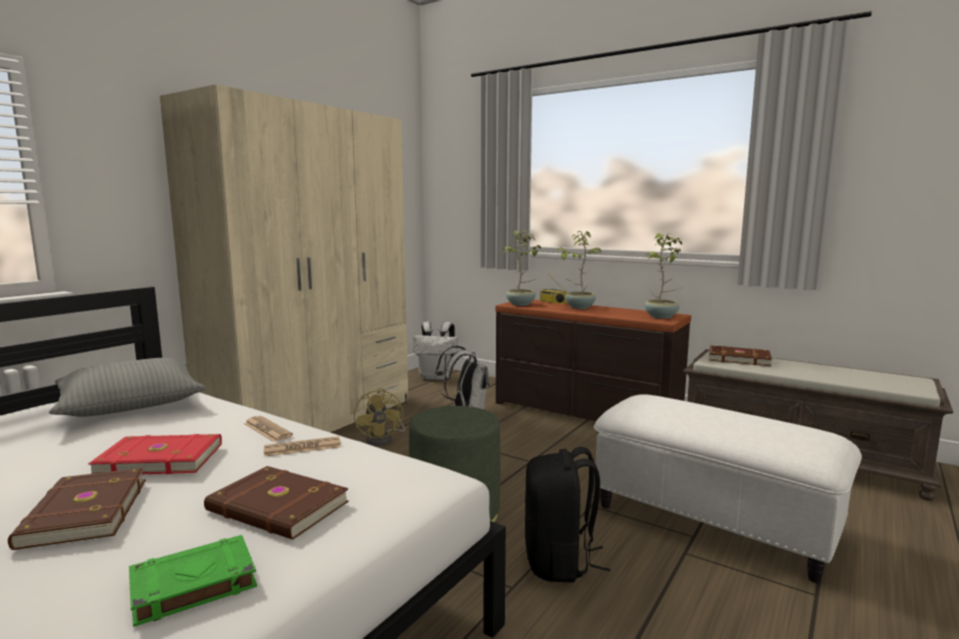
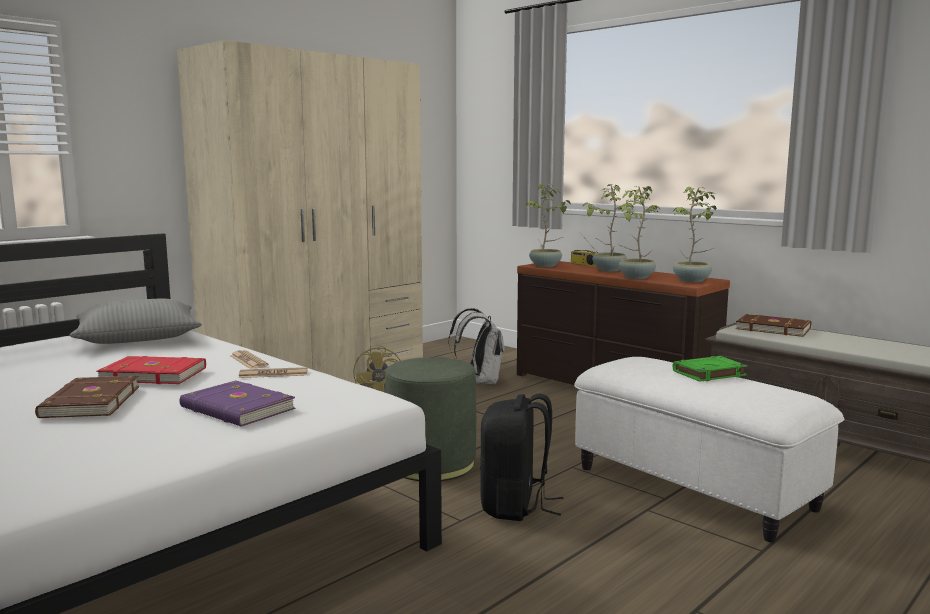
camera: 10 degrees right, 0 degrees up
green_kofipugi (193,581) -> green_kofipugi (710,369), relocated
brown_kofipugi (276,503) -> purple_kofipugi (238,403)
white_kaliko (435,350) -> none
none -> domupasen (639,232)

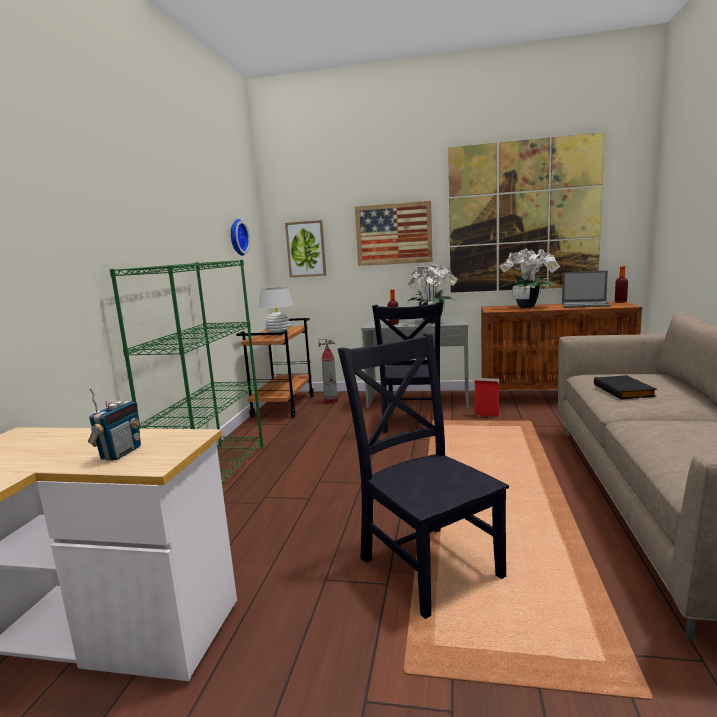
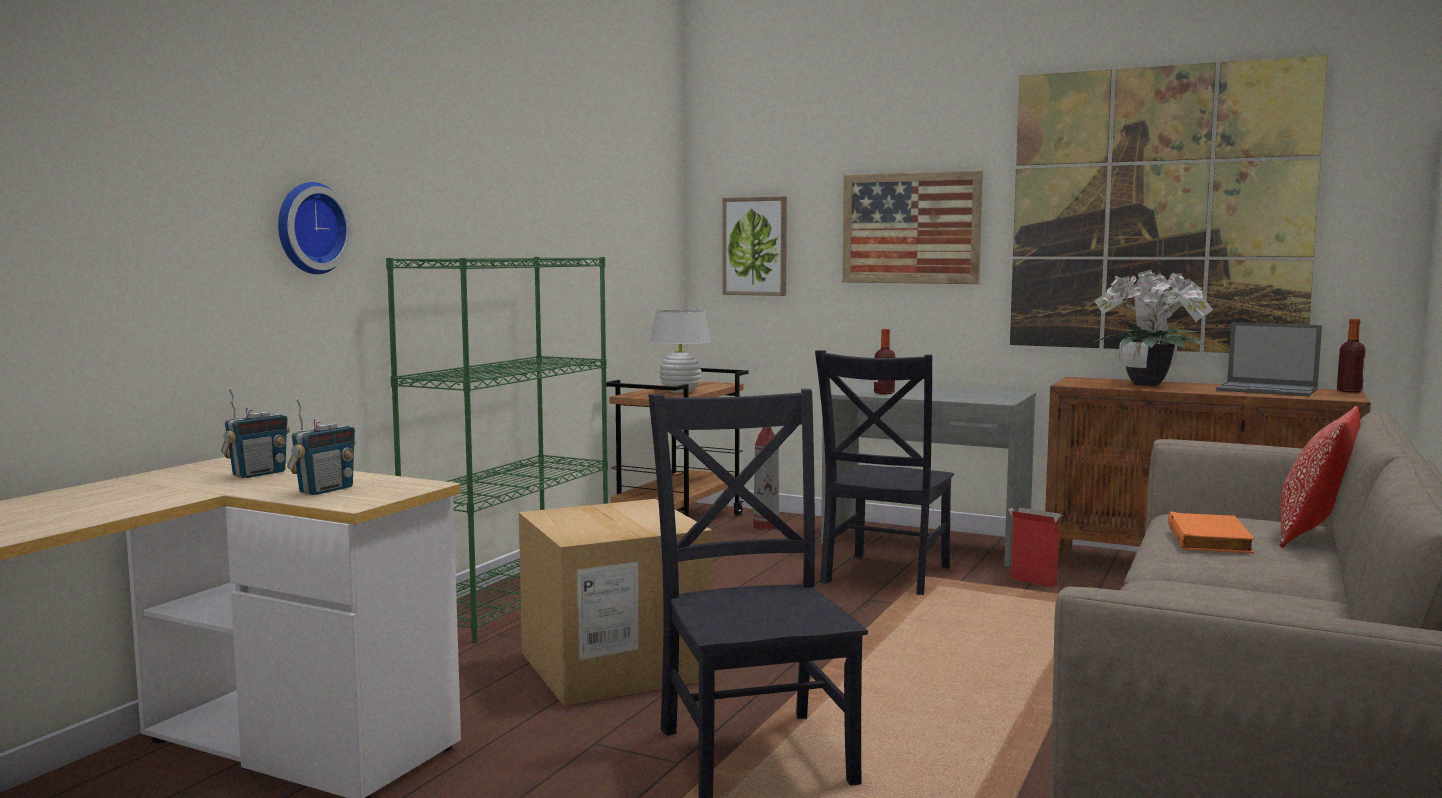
camera: 15 degrees right, 5 degrees down
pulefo (240,237) -> pulefo (315,228), relocated
domupasen (432,293) -> none
black_kofipugi (625,387) -> orange_kofipugi (1211,532)
none -> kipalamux (255,433)
none -> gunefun (615,602)
none -> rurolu (1319,477)

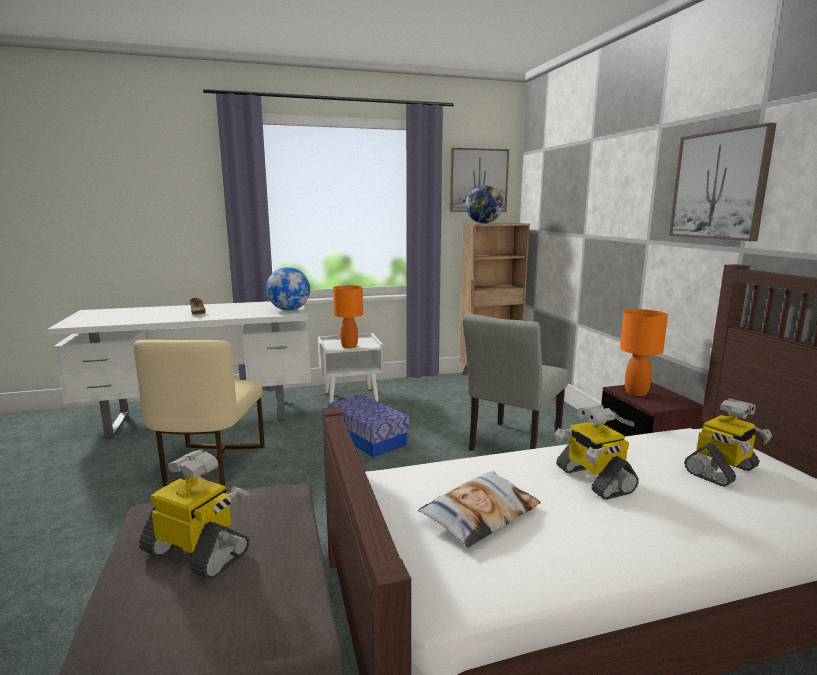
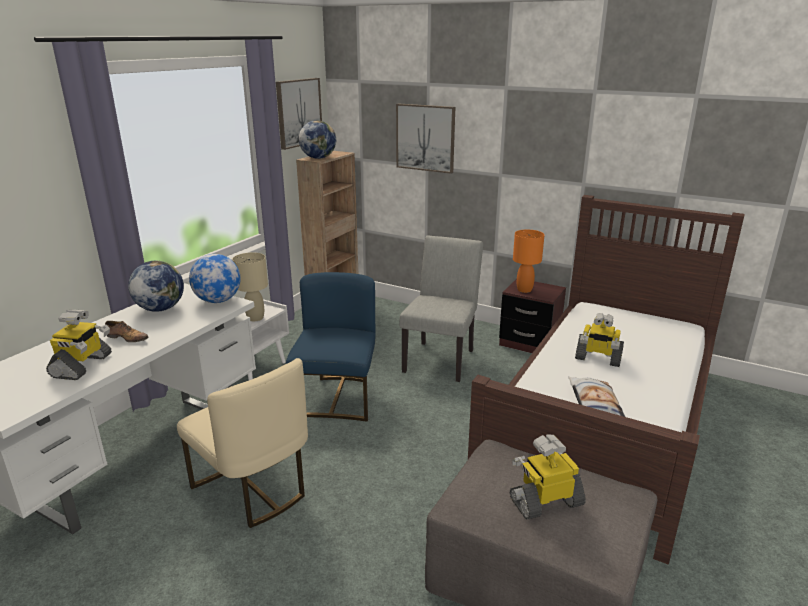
camera: 45 degrees left, 10 degrees up
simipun (368,426) -> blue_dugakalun (331,347)
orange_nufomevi (348,316) -> beige_nufomevi (250,286)
grey_dugakalun (515,382) -> grey_dugakalun (441,309), 150 degrees counterclockwise
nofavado (723,182) -> nofavado (425,138), relocated
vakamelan (728,442) -> vakamelan (79,345), relocated
none -> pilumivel (156,286)

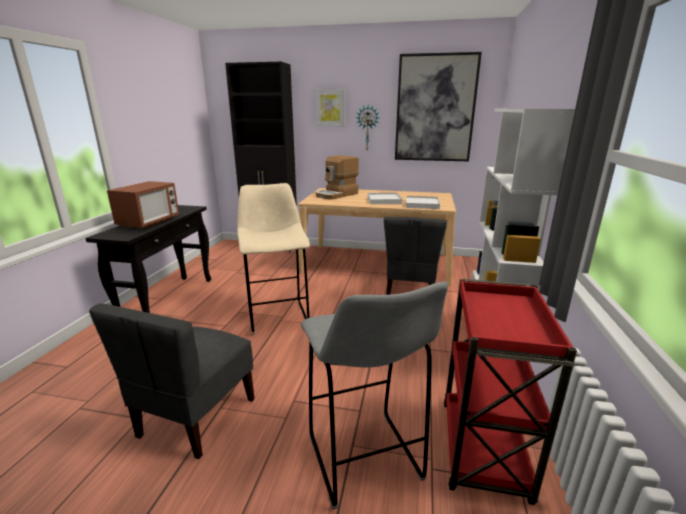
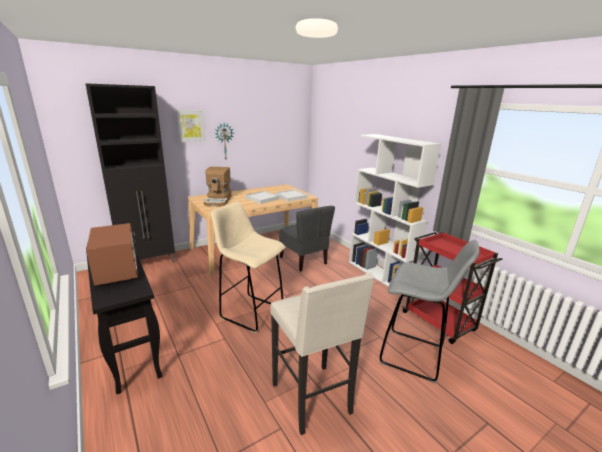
camera: 45 degrees left, 0 degrees up
grey_dugakalun (172,381) -> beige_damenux (322,354)
nofavado (438,106) -> none

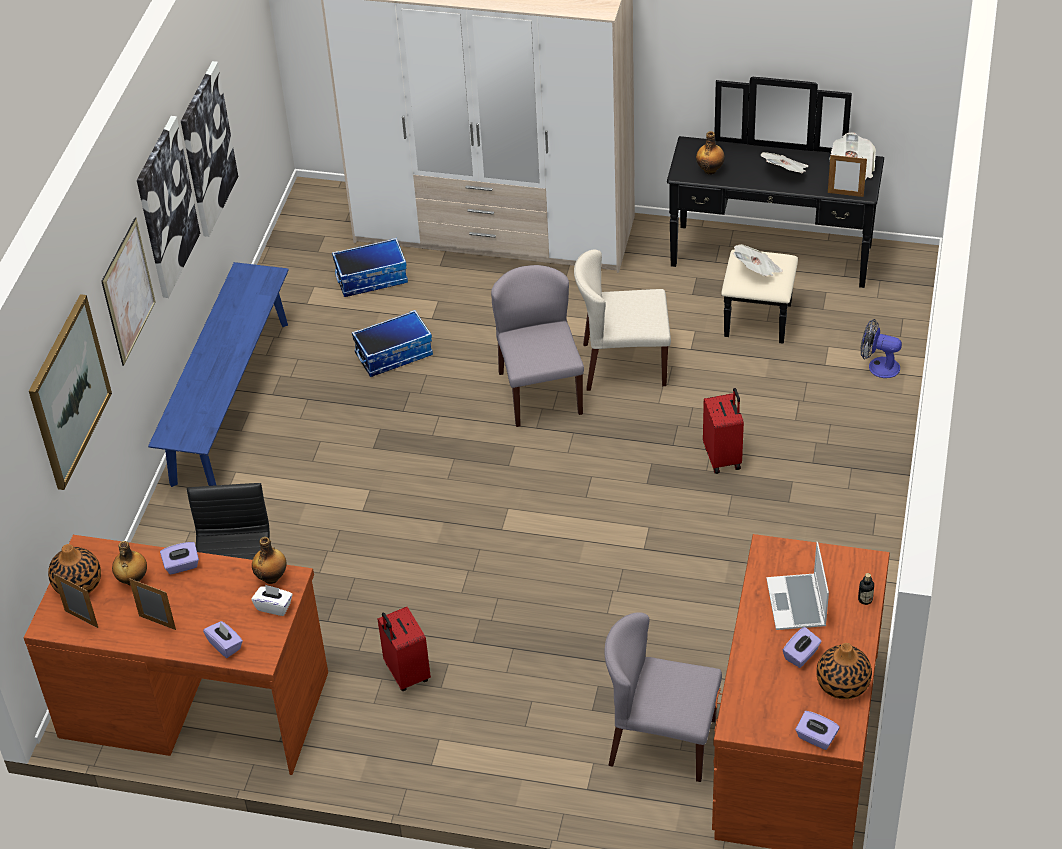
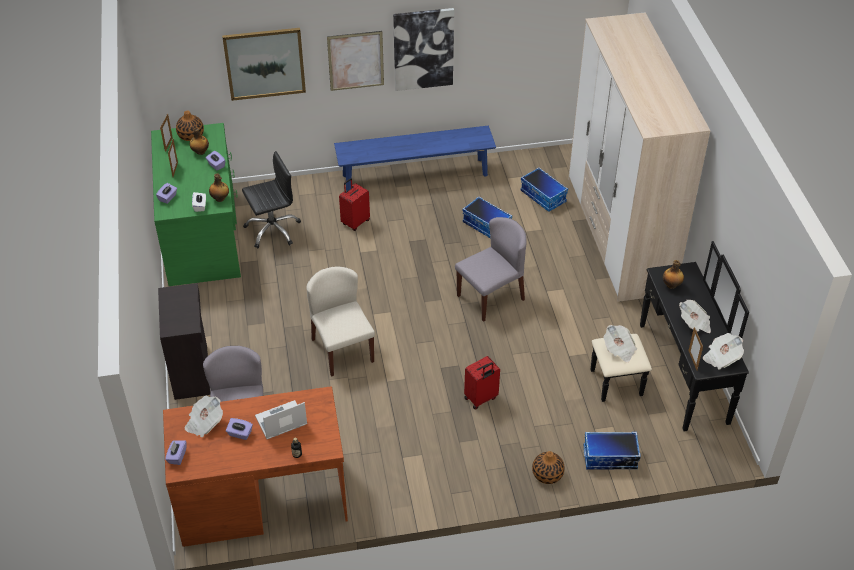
camera: 65 degrees right, 0 degrees up
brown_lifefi (176,655) -> green_lifefi (196,204)
nofavado (209,149) -> none
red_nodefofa (404,649) -> red_nodefofa (354,204), relocated
beige_dugakalun (622,320) -> beige_dugakalun (340,321), relocated
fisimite (844,671) -> fisimite (548,467), relocated
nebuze (881,348) -> simipun (612,450)
none -> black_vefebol (184,341)
none -> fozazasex (204,416)

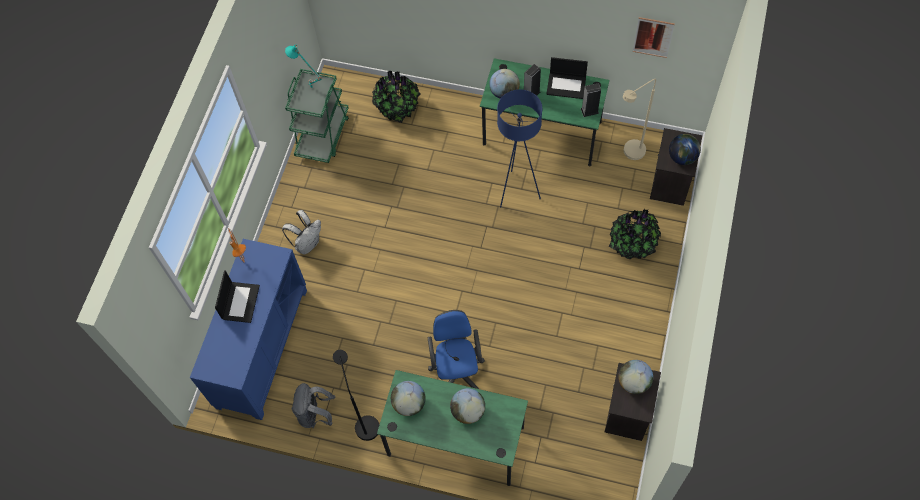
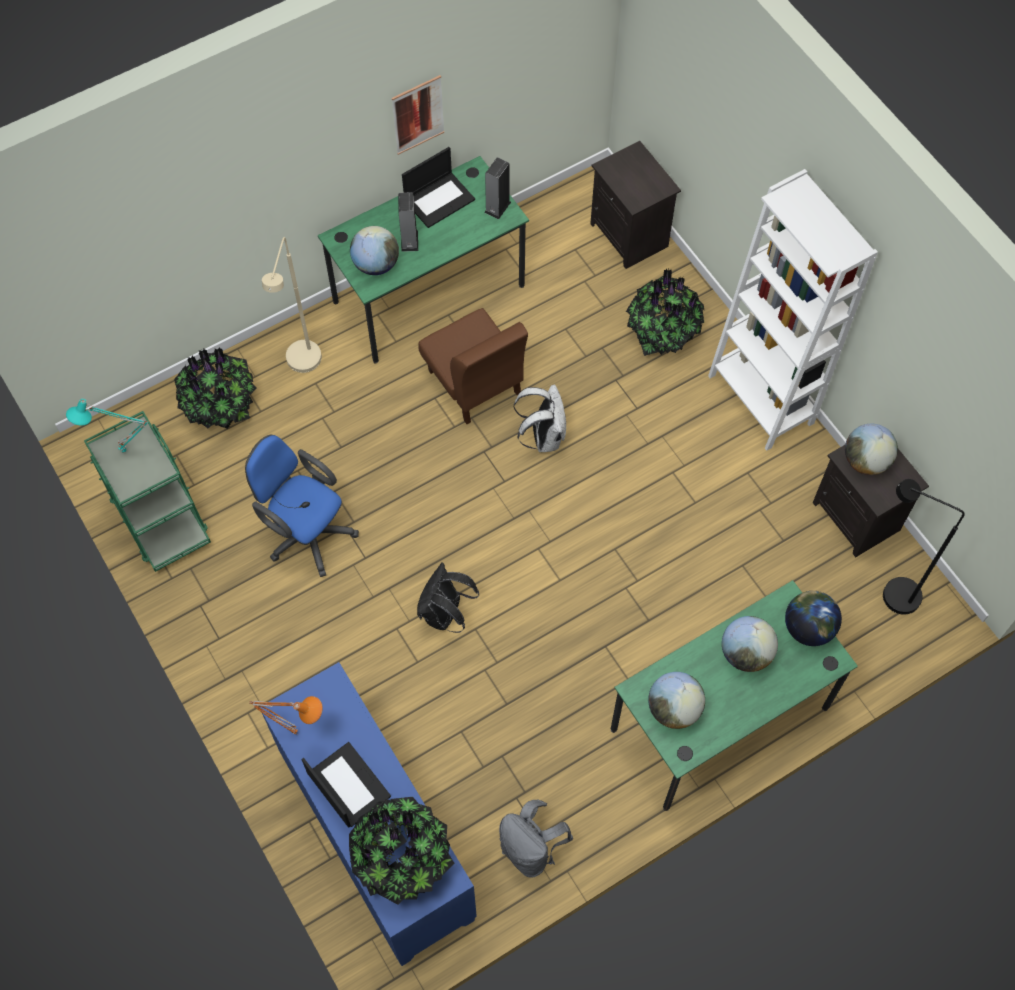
camera: 50 degrees left, 0 degrees up
white_kaliko (301,232) -> white_kaliko (539,418), relocated
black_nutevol (356,395) -> black_nutevol (924,547), relocated
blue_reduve (456,349) -> blue_reduve (302,506), relocated
blue_nutevol (519,148) -> brown_dugakalun (473,366)
beige_nutevol (639,119) -> beige_nutevol (292,305), relocated
nofavado (654,37) -> nofavado (418,115), relocated
pilumivel (685,149) -> pilumivel (813,618), relocated
none -> domupasen (401,850)
none -> black_kaliko (448,598)
none -> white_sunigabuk (793,310)

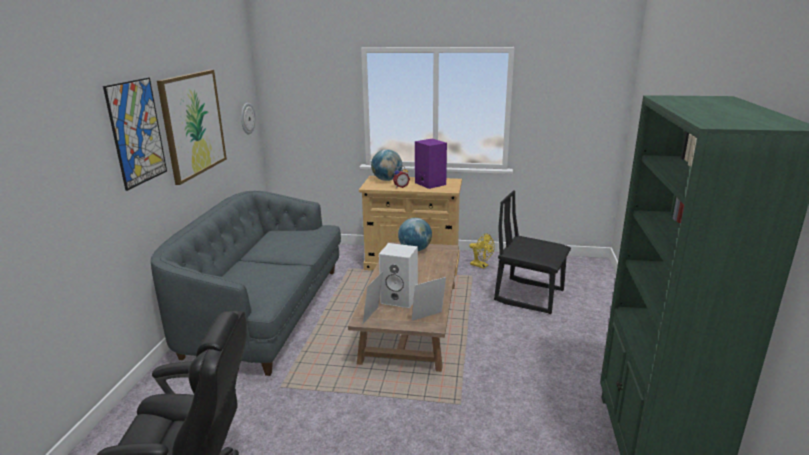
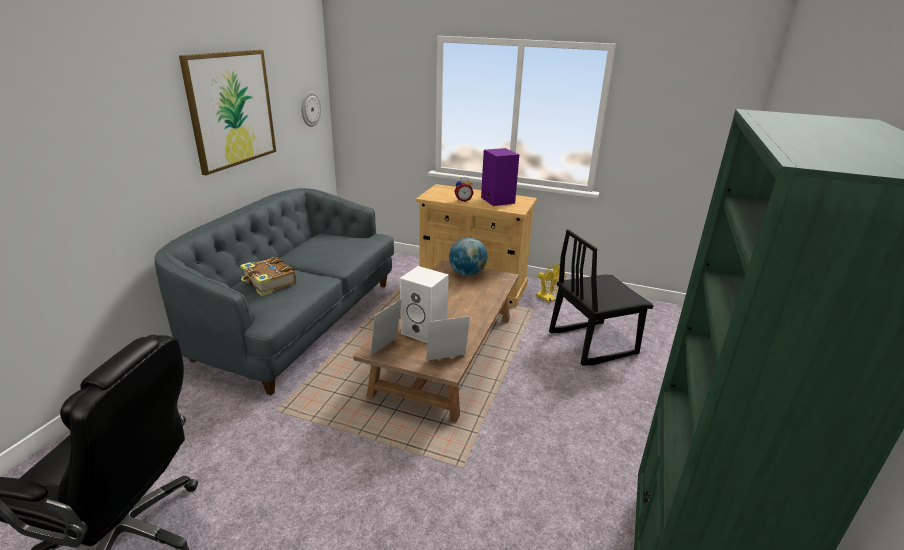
camera: 10 degrees right, 5 degrees up
nofavado (135,134) -> none
pilumivel (386,165) -> none
black_dugakalun (532,252) -> black_dugakalun (601,297), 60 degrees counterclockwise
none -> kofipugi (268,276)

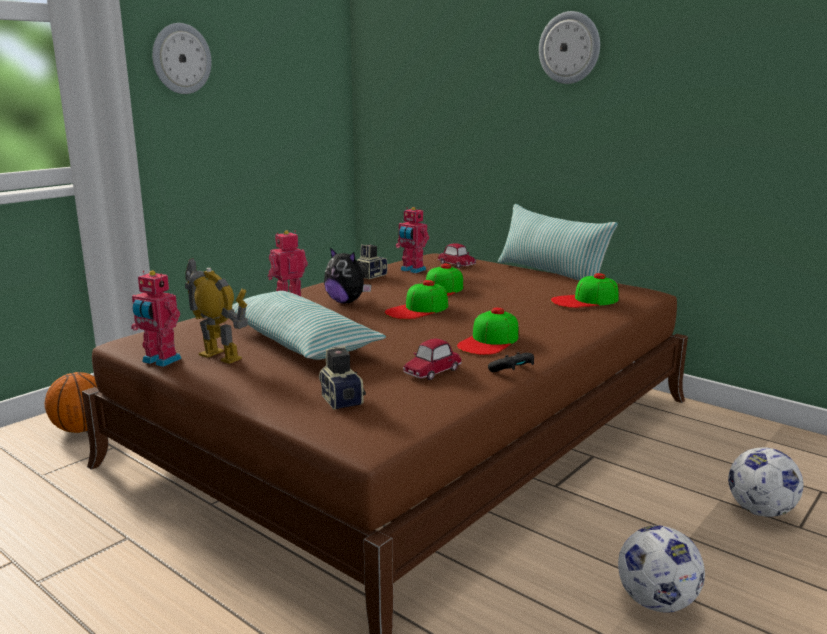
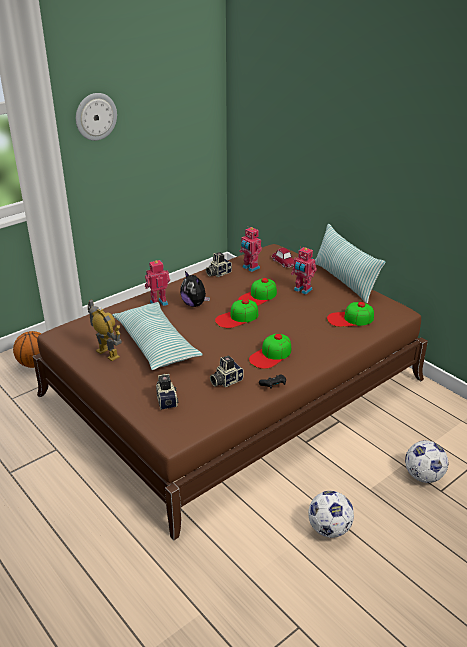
camera: 10 degrees right, 15 degrees up
vakamelan (156,319) -> vakamelan (304,271), relocated
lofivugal (432,359) -> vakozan (227,371)
pulefo (569,47) -> none

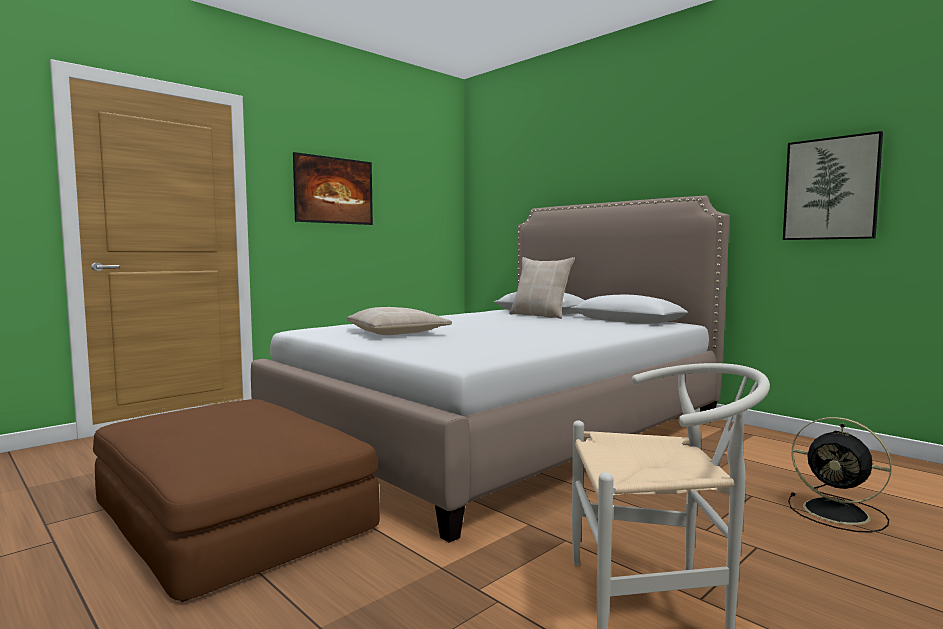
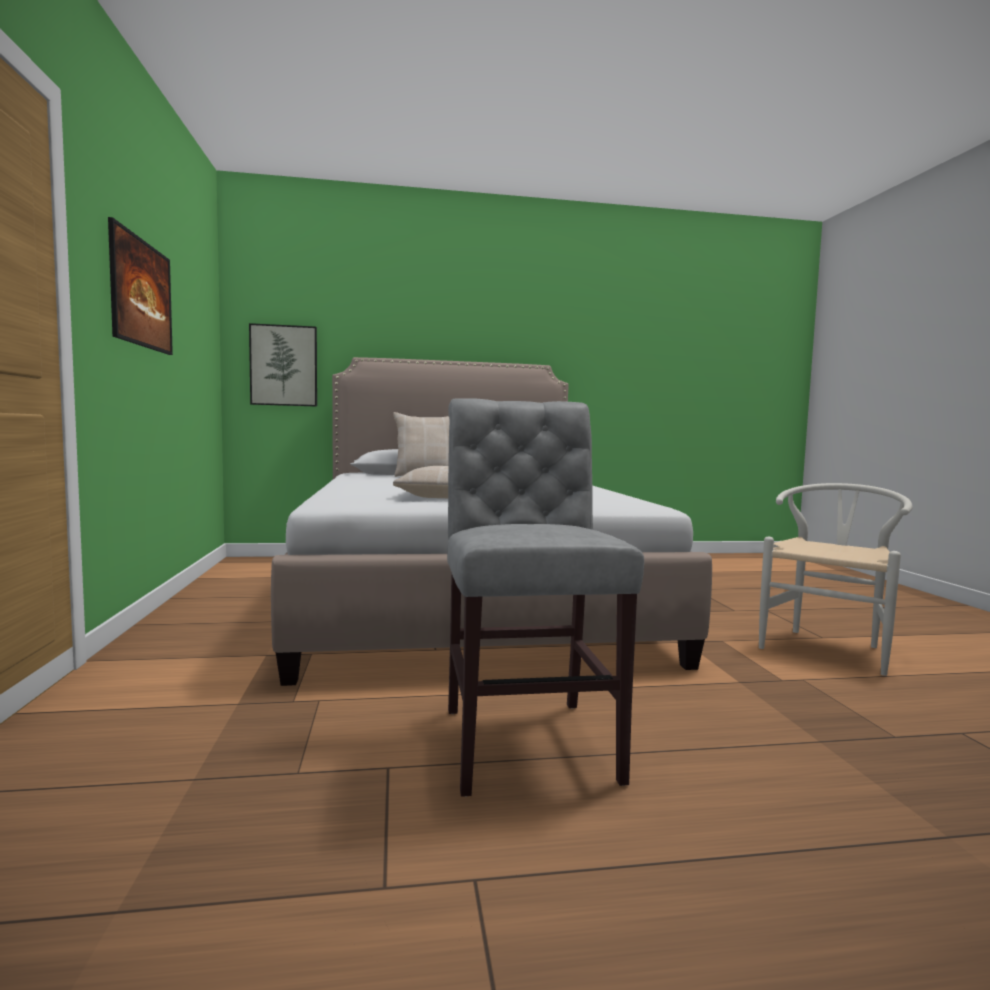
camera: 55 degrees left, 0 degrees up
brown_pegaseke (236,500) -> grey_dugakalun (545,597)
nofavado (833,185) -> nofavado (283,364), relocated
black_nebuze (840,475) -> none

